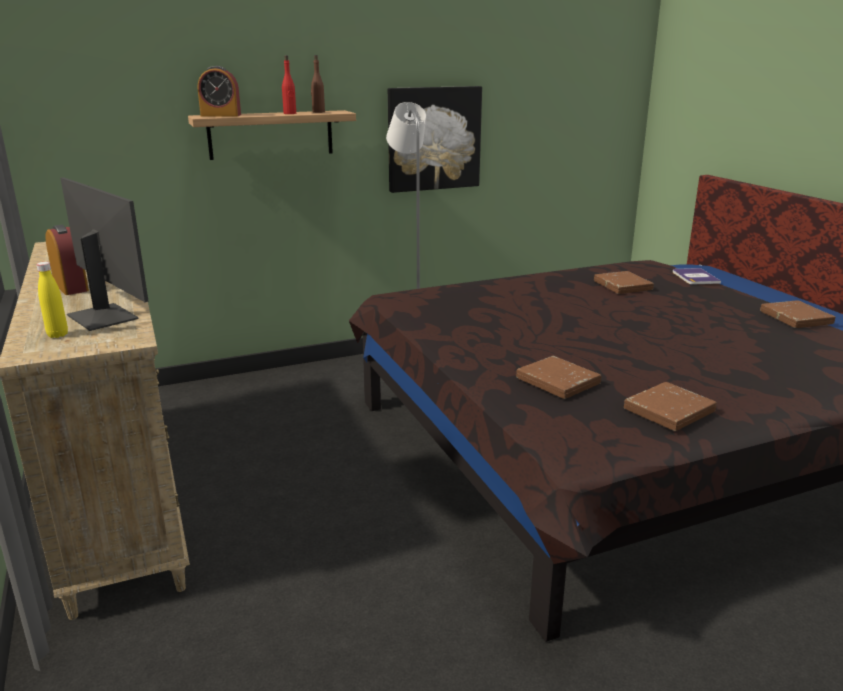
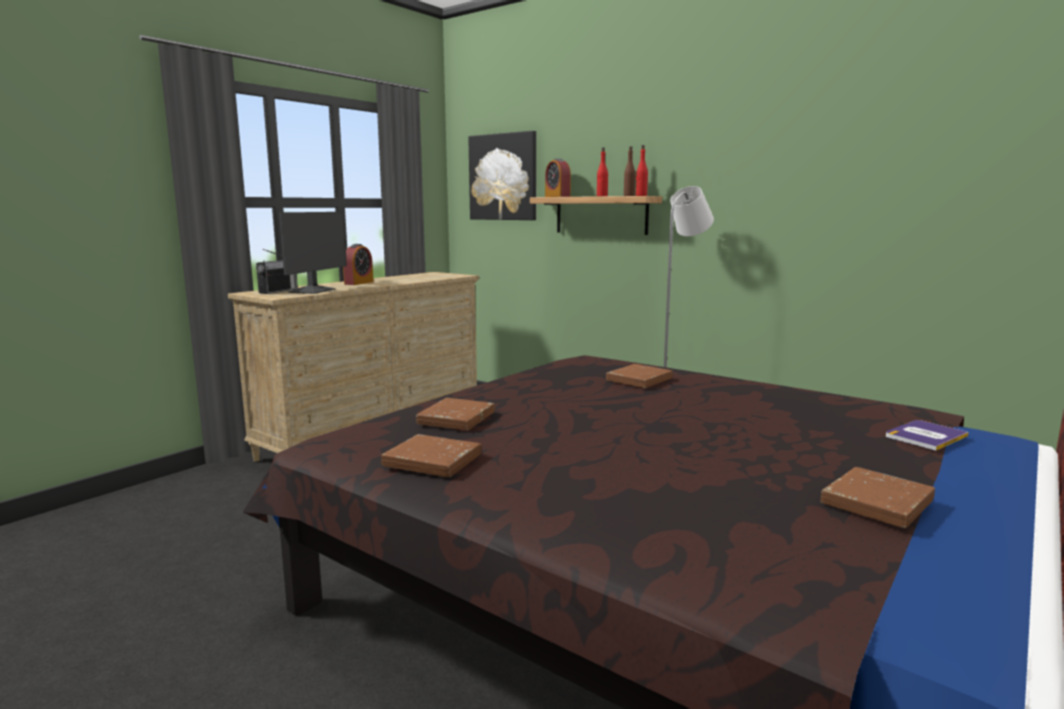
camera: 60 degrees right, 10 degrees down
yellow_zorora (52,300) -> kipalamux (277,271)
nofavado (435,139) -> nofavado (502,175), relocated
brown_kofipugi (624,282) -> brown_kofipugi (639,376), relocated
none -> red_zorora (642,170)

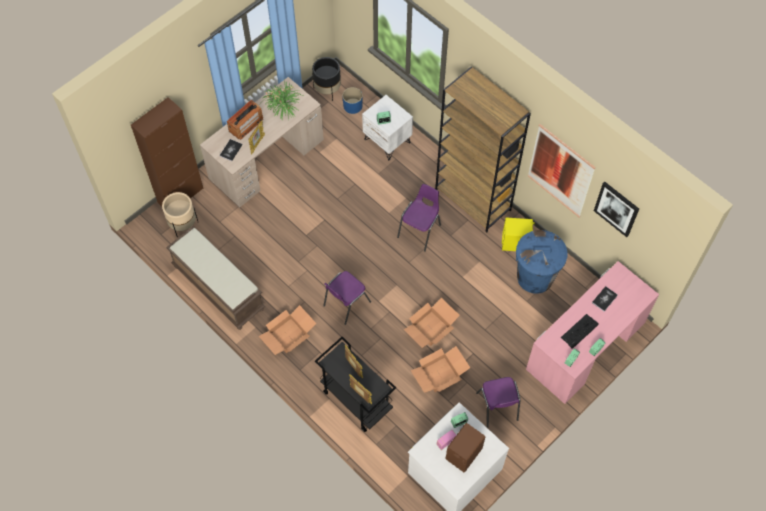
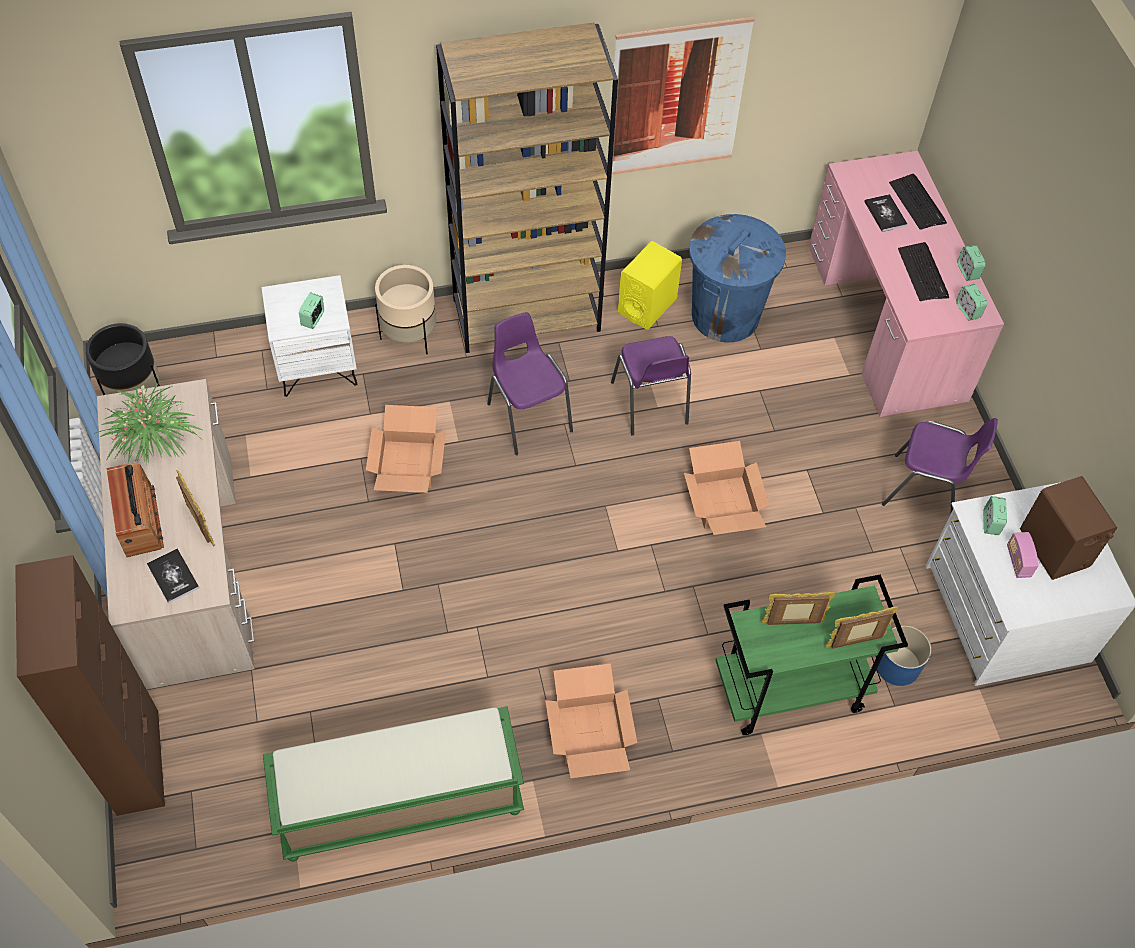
camera: 60 degrees left, 5 degrees down
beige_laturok (180,214) -> beige_laturok (405,309), relocated
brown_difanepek (215,278) -> green_difanepek (393,784)
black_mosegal (355,384) -> green_mosegal (812,654)
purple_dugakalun (347,298) -> purple_dugakalun (651,386), relocated
blue_laturok (352,100) -> blue_laturok (904,655), relocated
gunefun (440,369) -> gunefun (406,449), relocated
nofavado (616,209) -> none
none -> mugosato (918,202)

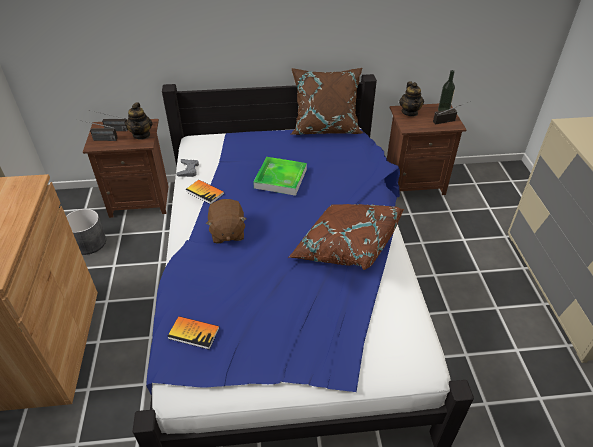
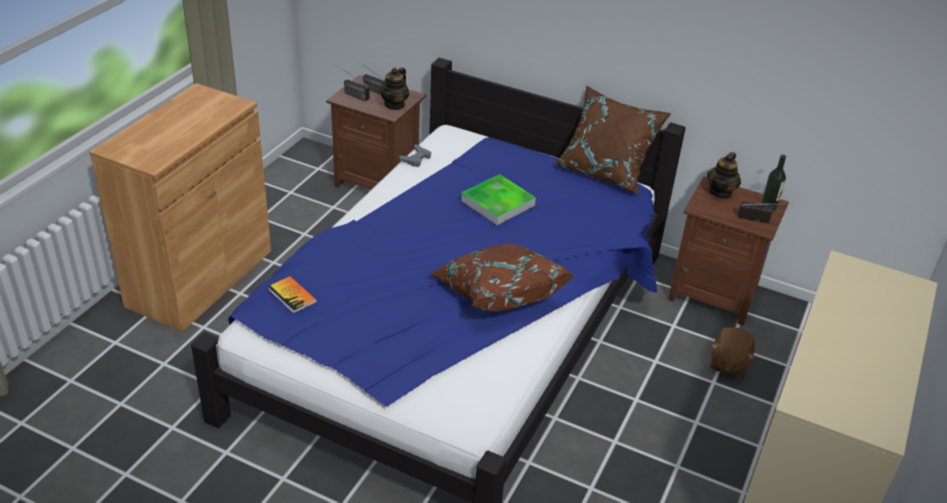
camera: 30 degrees right, 5 degrees down
grey_laturok (86,232) -> none
kofipugi (204,192) -> none
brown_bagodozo (226,221) -> brown_bagodozo (733,352), relocated

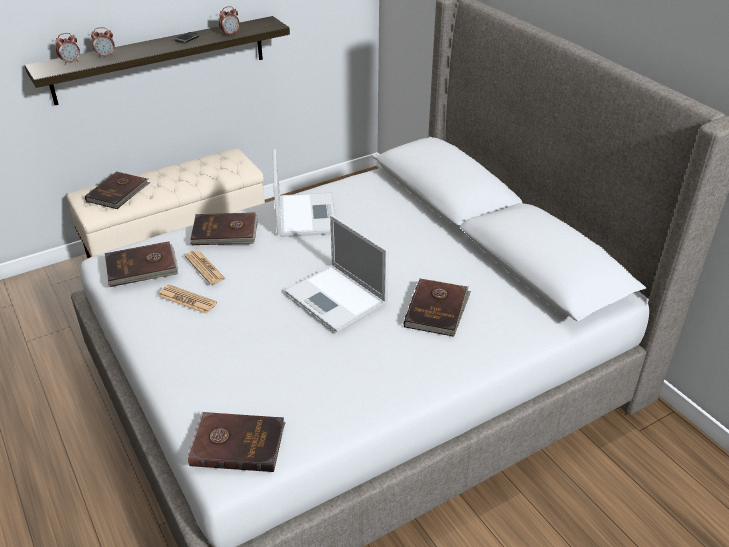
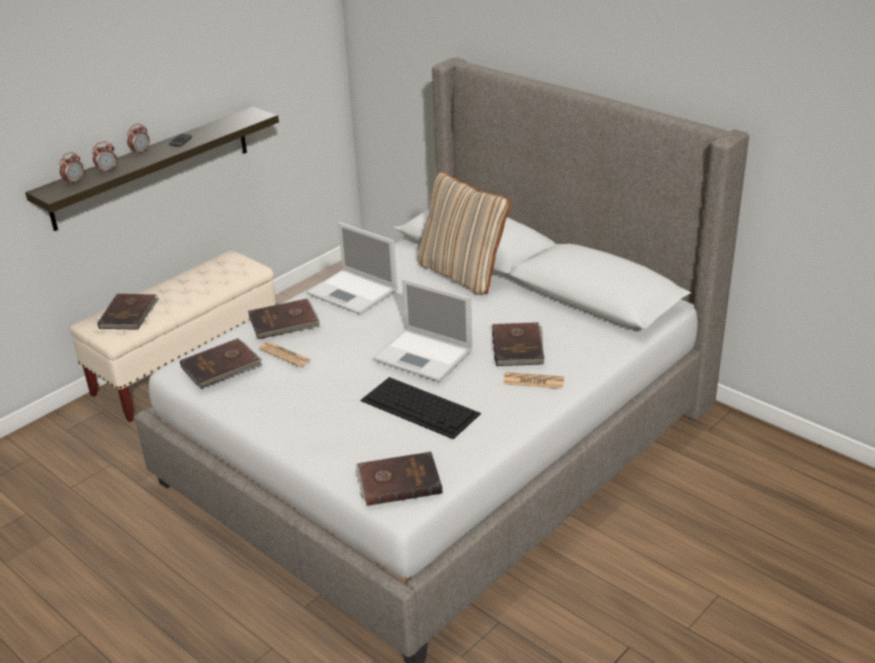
camera: 15 degrees left, 5 degrees down
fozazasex (188,299) -> fozazasex (533,380), relocated
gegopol (229,21) -> gegopol (138,139), relocated
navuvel (304,193) -> navuvel (352,268), 150 degrees clockwise
none -> mugosato (421,408)
none -> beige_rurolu (464,233)

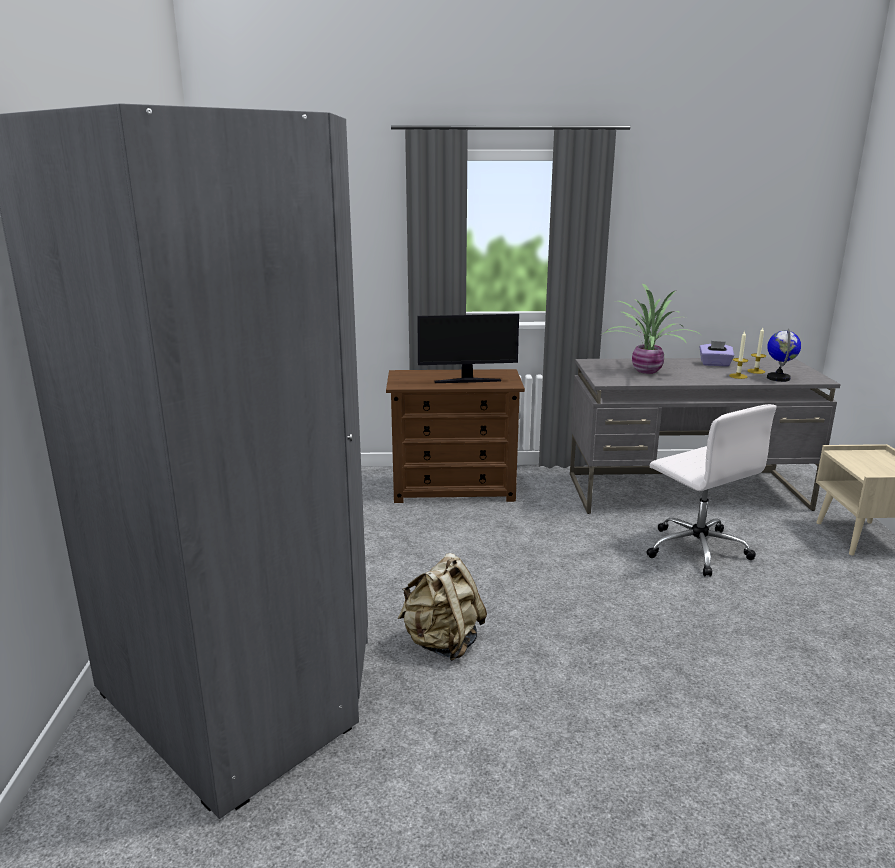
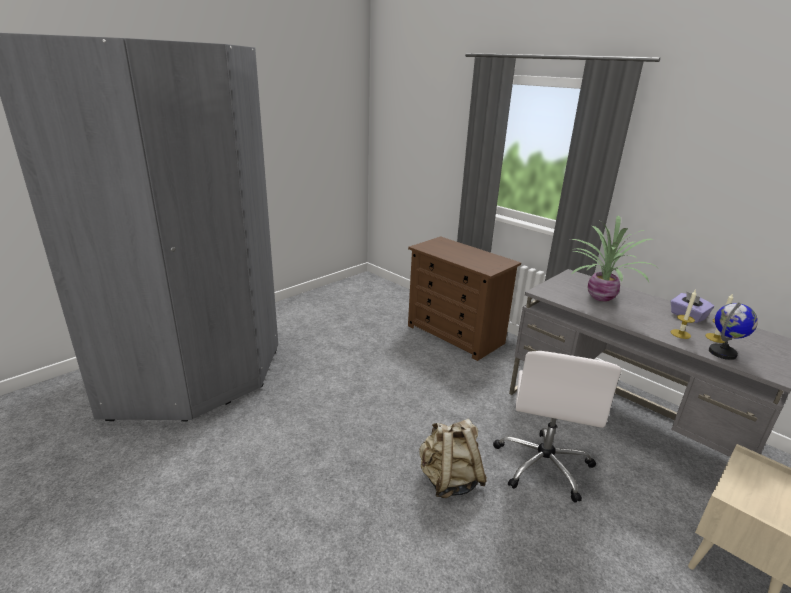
camera: 45 degrees right, 5 degrees up
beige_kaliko (442,607) -> beige_kaliko (453,458), relocated
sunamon (468,348) -> none

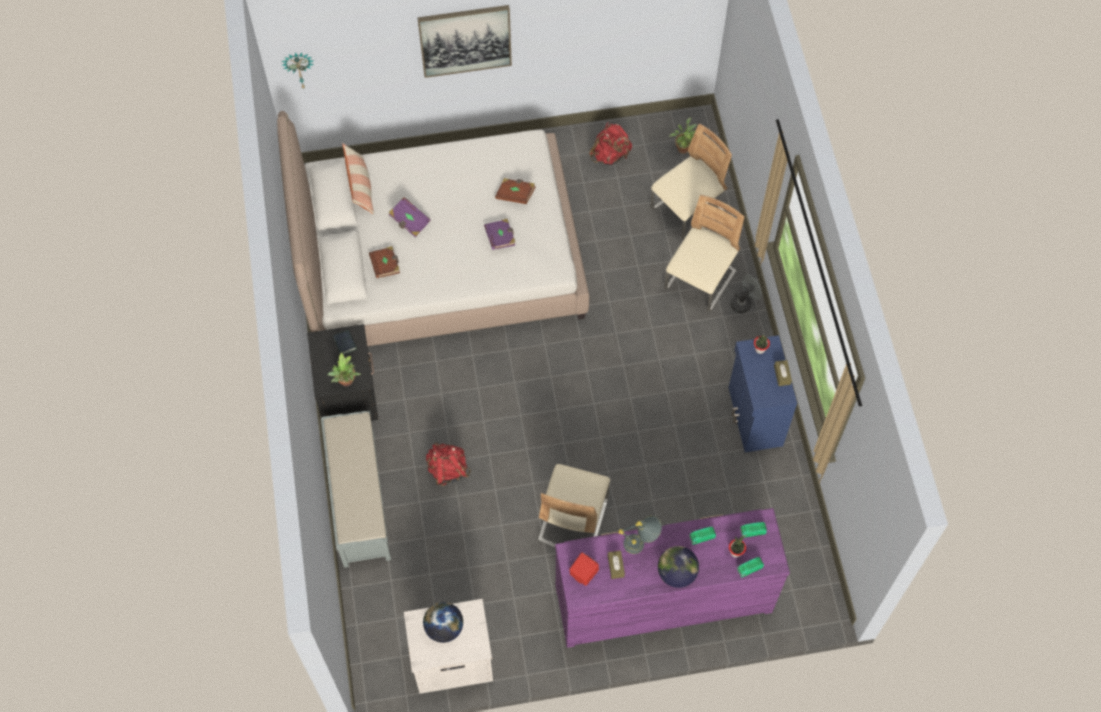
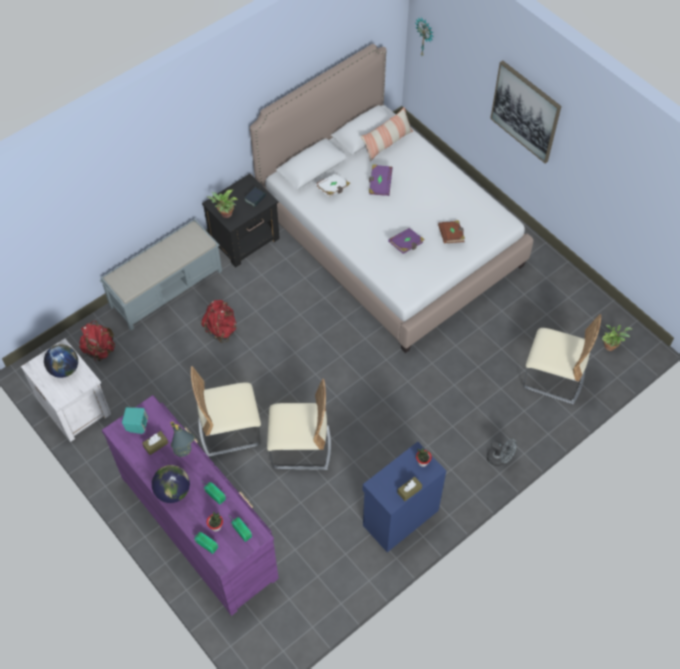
camera: 60 degrees right, 5 degrees down
brown_kofipugi (384,262) -> white_kofipugi (332,185)
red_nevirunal (584,569) -> turquoise_nevirunal (135,420)
red_kaliko (610,143) -> red_kaliko (97,341), relocated
beige_dugakalun (704,253) -> beige_dugakalun (299,424), relocated

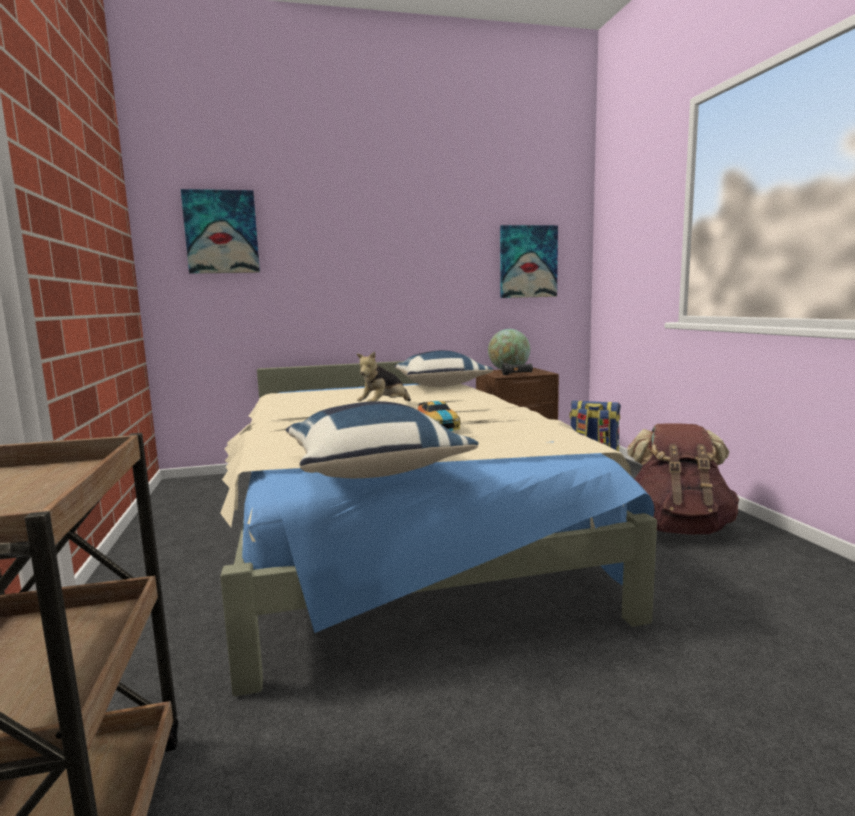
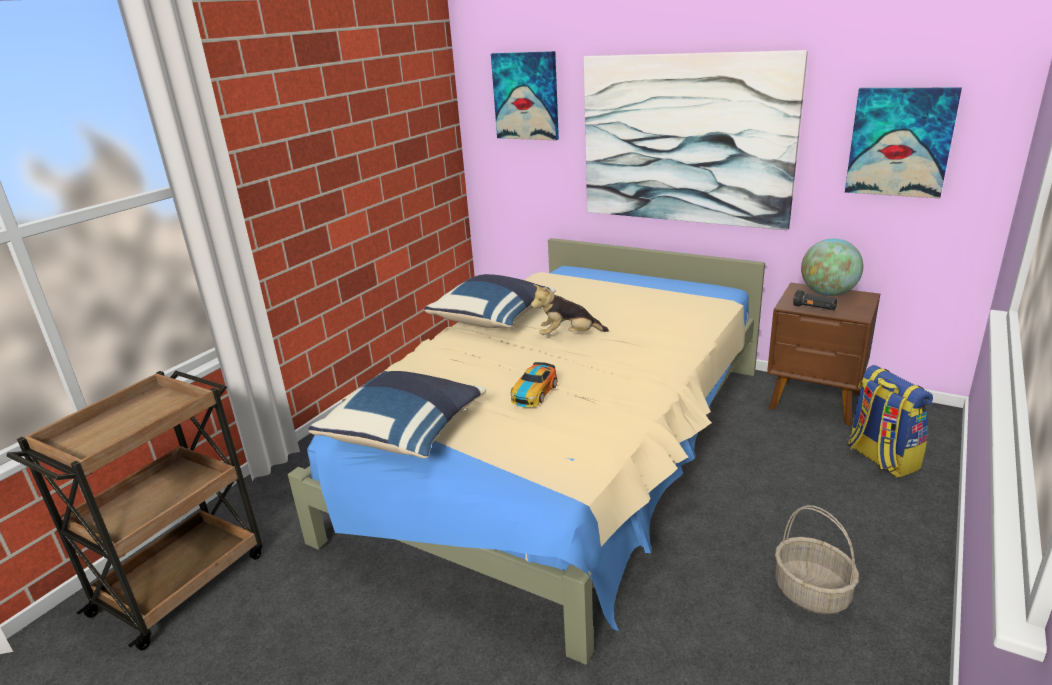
camera: 45 degrees right, 15 degrees up
blue_rurolu (443,368) -> blue_rurolu (490,301), relocated
brown_kaliko (683,478) -> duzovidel (817,559)
none -> nofavado (696,140)

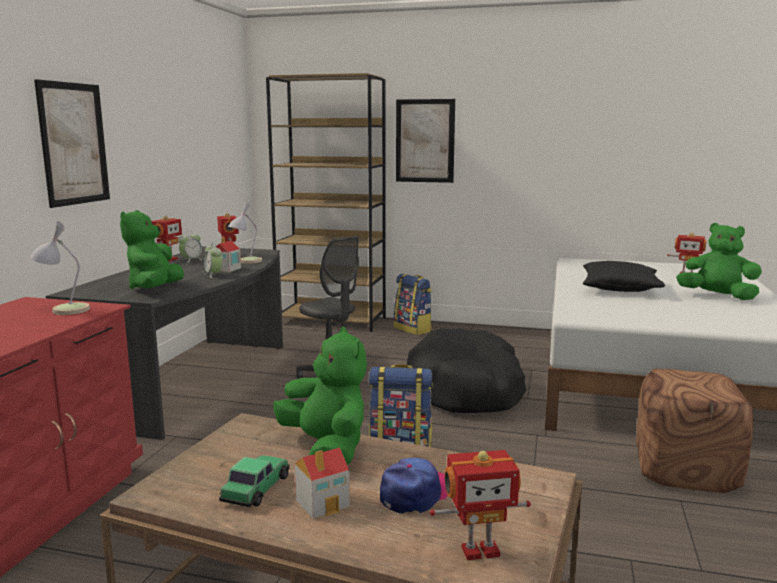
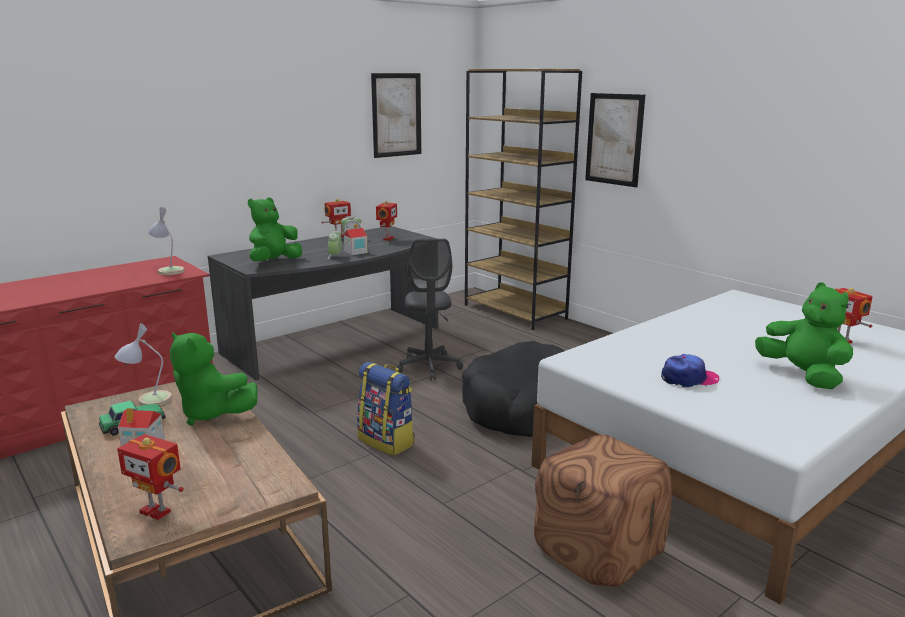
camera: 35 degrees right, 5 degrees up
nofavado (72,143) -> nofavado (396,115), relocated
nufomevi (245,232) -> nufomevi (143,364), relocated
green_bagodozo (320,396) -> green_bagodozo (213,378), 120 degrees clockwise
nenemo (414,485) -> nenemo (690,370), relocated
kaliko (413,304) -> none
black_rurolu (624,276) -> none

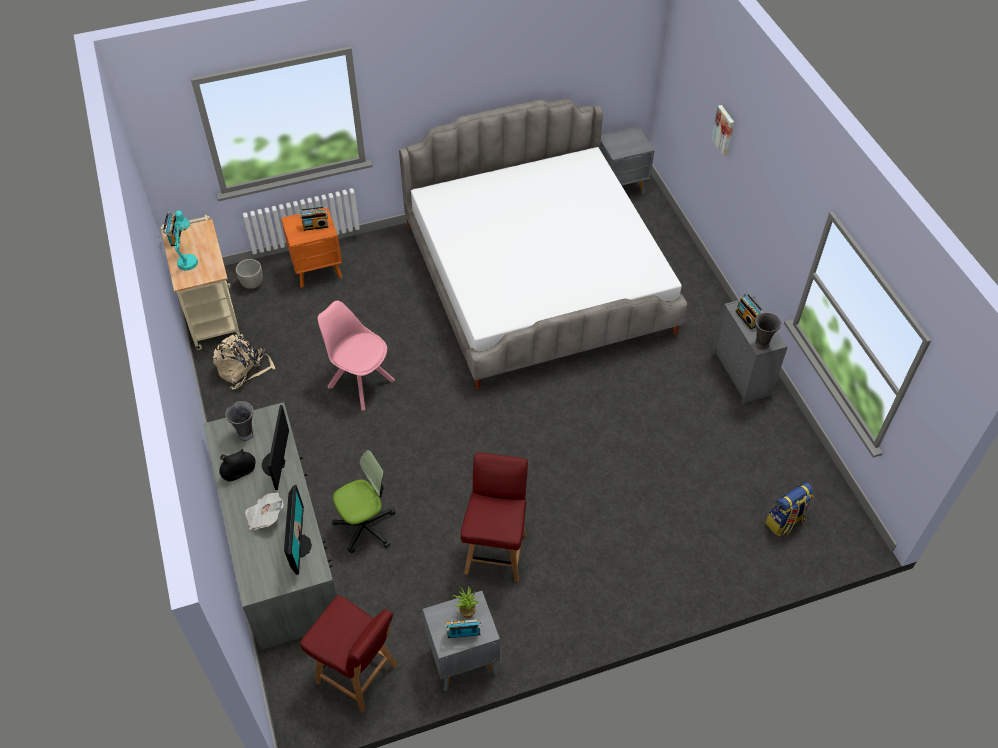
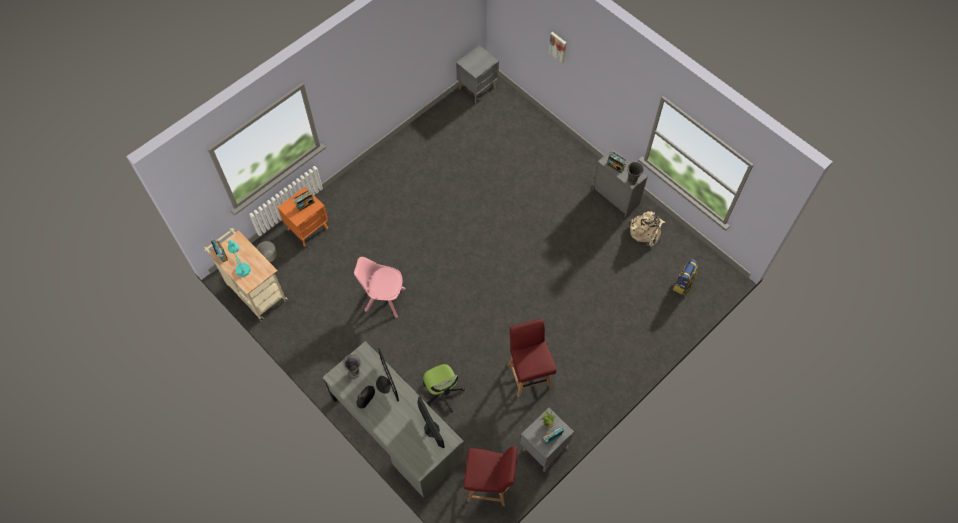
camera: 25 degrees left, 10 degrees up
beige_kaliko (244,362) -> beige_kaliko (647,228), relocated
fozazasex (264,511) -> none
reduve (364,501) -> reduve (444,388), 120 degrees clockwise
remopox (543,243) -> none

